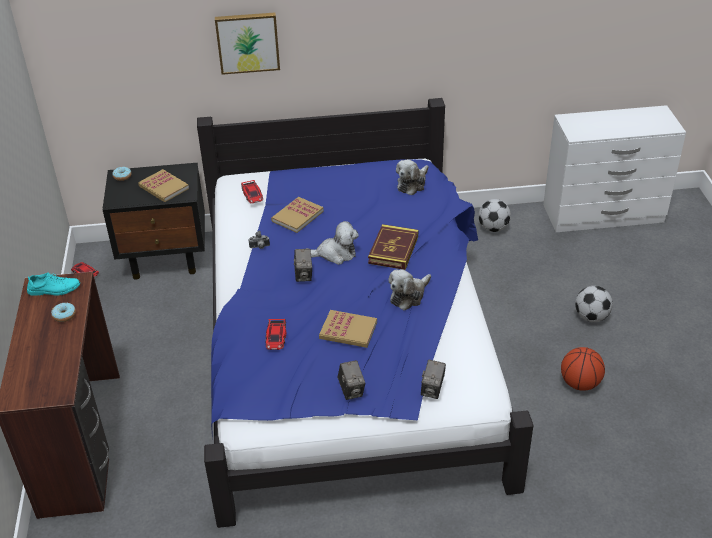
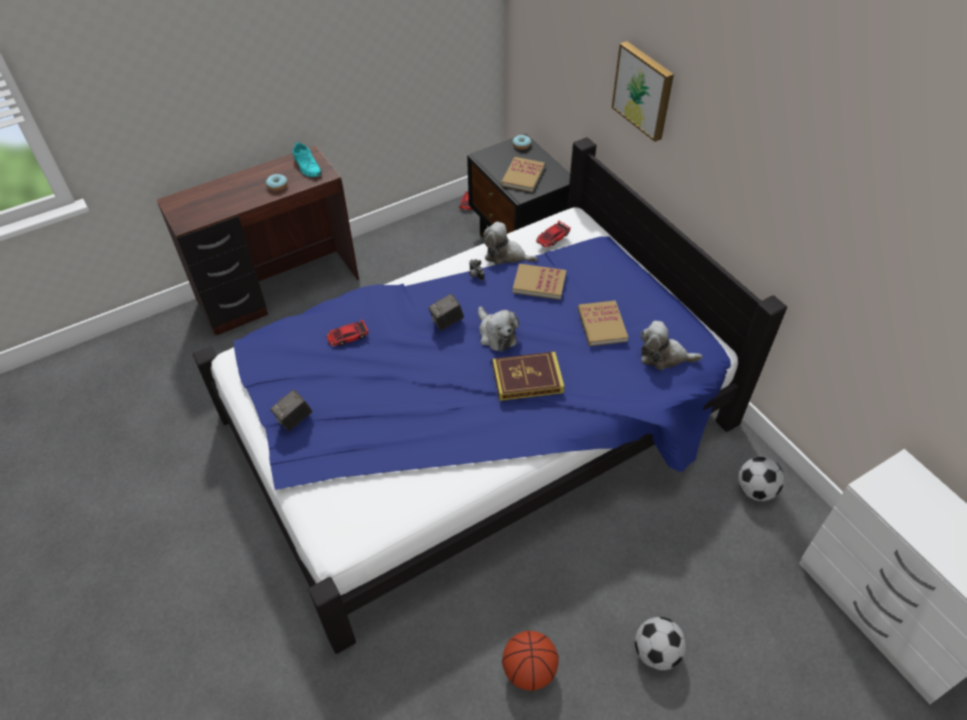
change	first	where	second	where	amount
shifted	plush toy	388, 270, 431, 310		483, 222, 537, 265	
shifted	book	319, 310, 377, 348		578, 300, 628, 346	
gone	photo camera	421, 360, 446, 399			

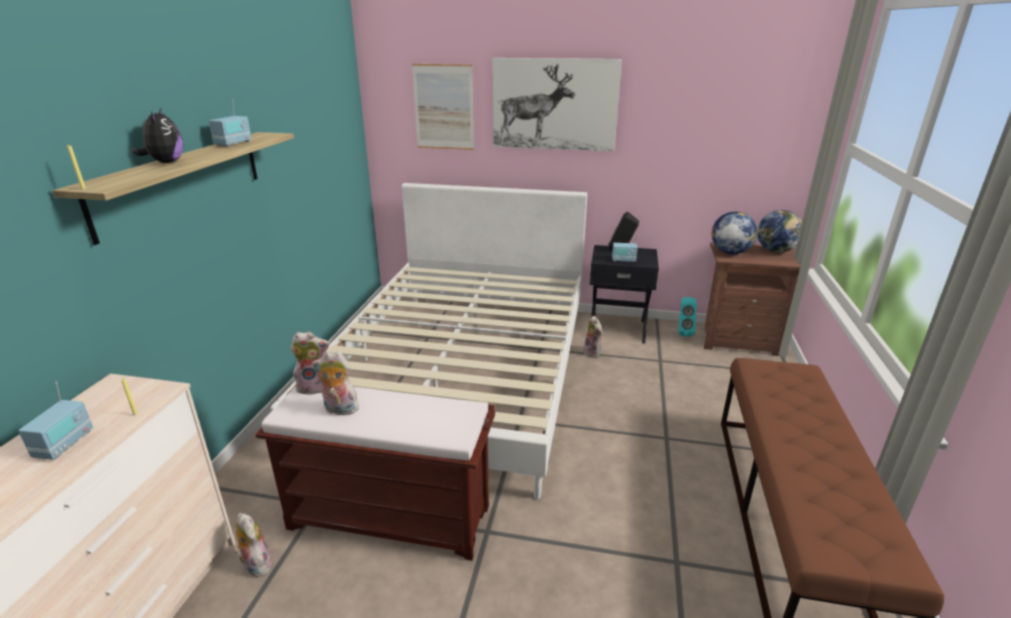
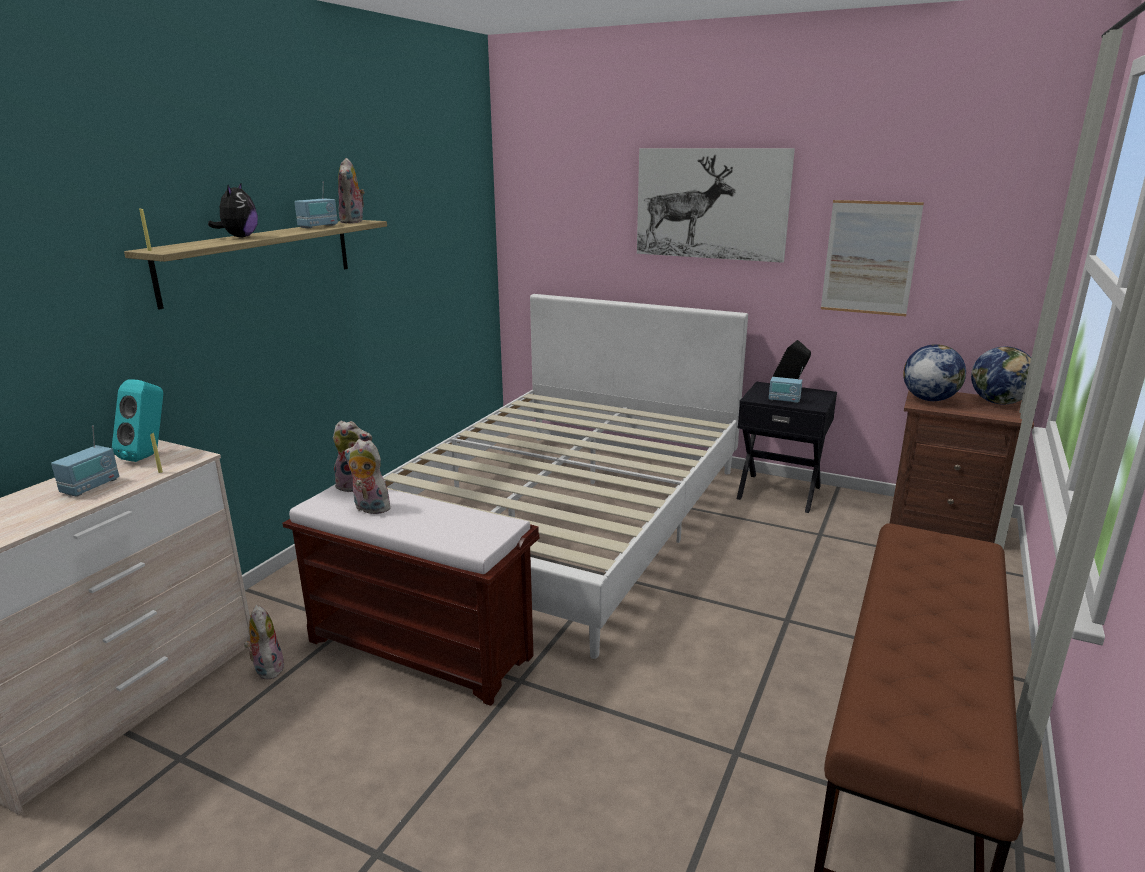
change	first	where	second	where	amount
shifted	picture	412, 64, 475, 150		821, 200, 924, 316	
shifted	speaker in turquoise	678, 297, 697, 337		112, 379, 163, 462	
shifted	plush toy	584, 316, 603, 358		338, 158, 365, 223	

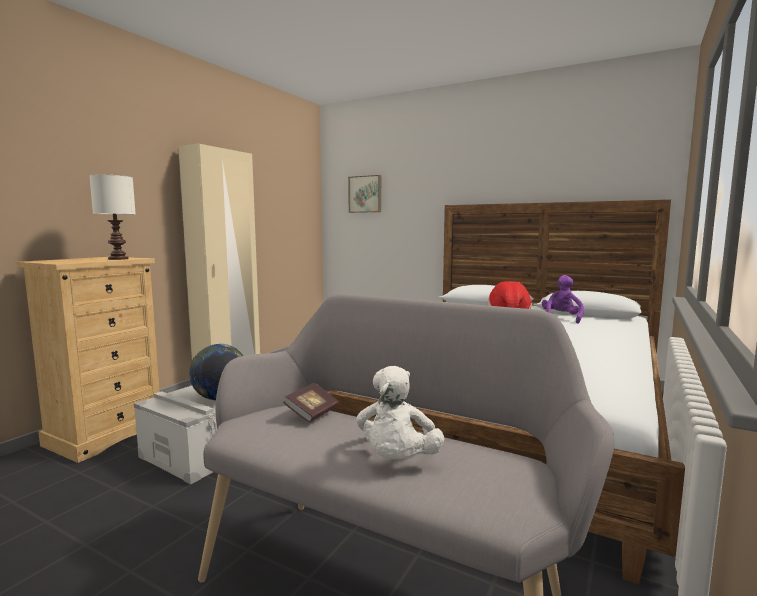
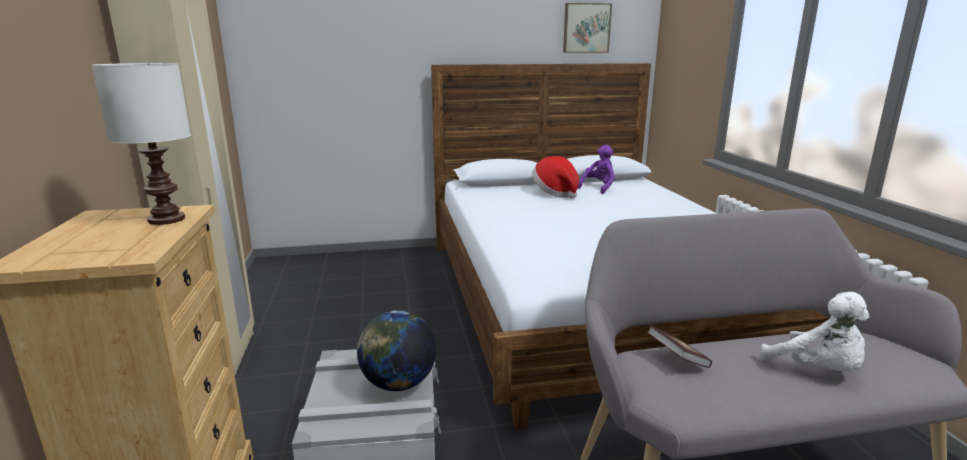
change	first	where	second	where	amount
shifted	picture	348, 175, 381, 213		563, 3, 612, 53	
rotated	plush toy in purple	542, 275, 584, 324		578, 145, 615, 194	60 degrees clockwise

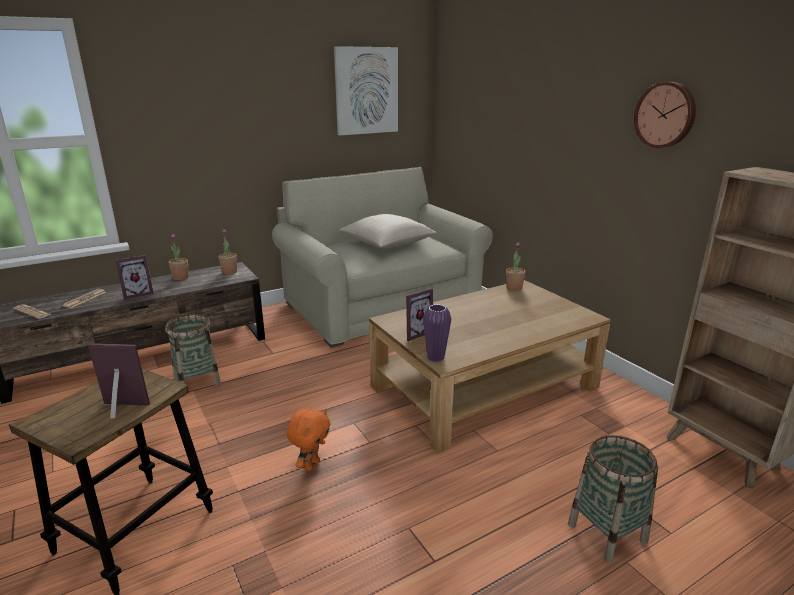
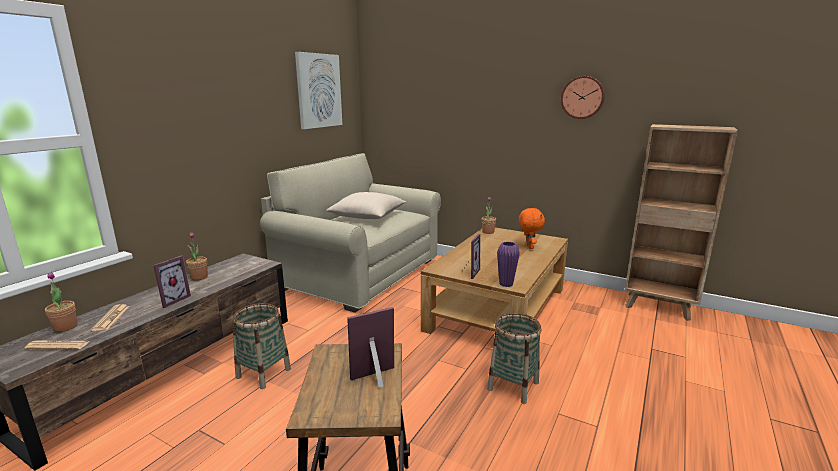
change	first	where	second	where	amount
shifted	potted plant	218, 229, 237, 275		45, 272, 77, 332	
shifted	plush toy in orange	286, 408, 330, 471		519, 208, 545, 249	
shifted	basket	568, 435, 658, 563		487, 313, 541, 404	

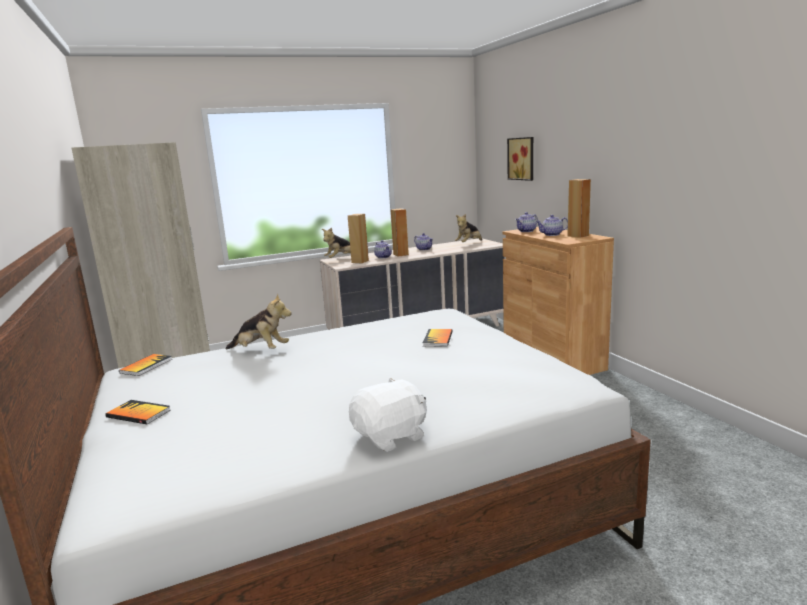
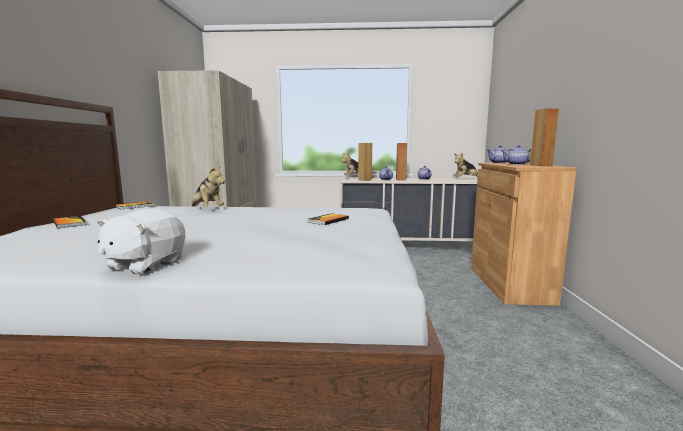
change	first	where	second	where	amount
gone	picture	507, 137, 533, 181			
rotated	plush toy in white	349, 378, 427, 452		98, 208, 185, 275	120 degrees clockwise

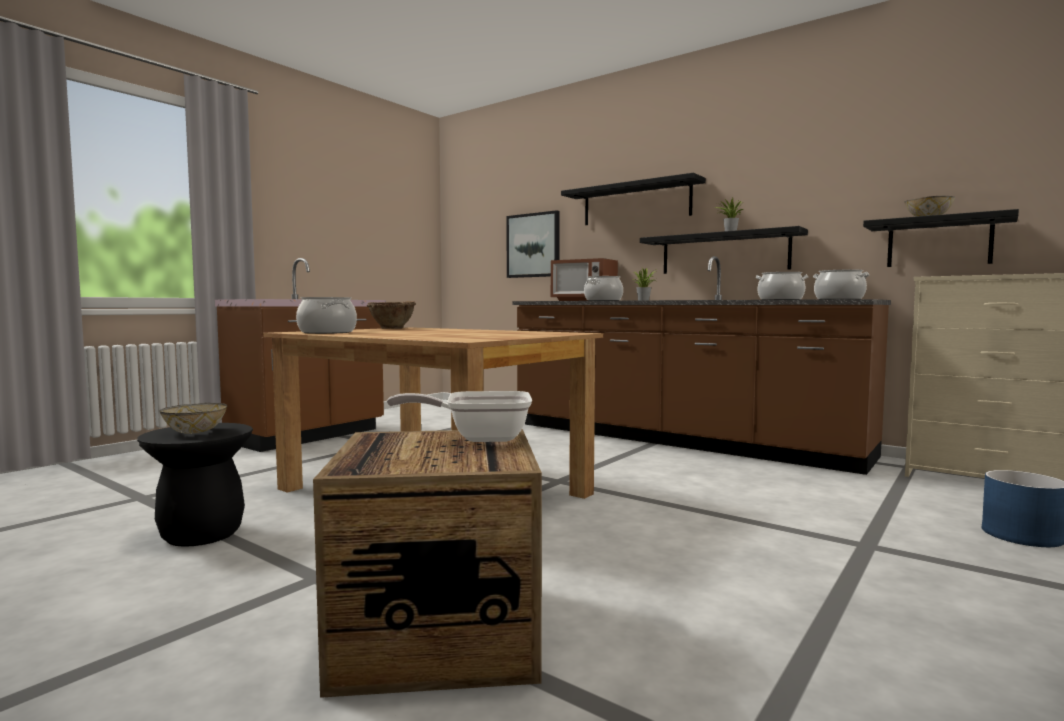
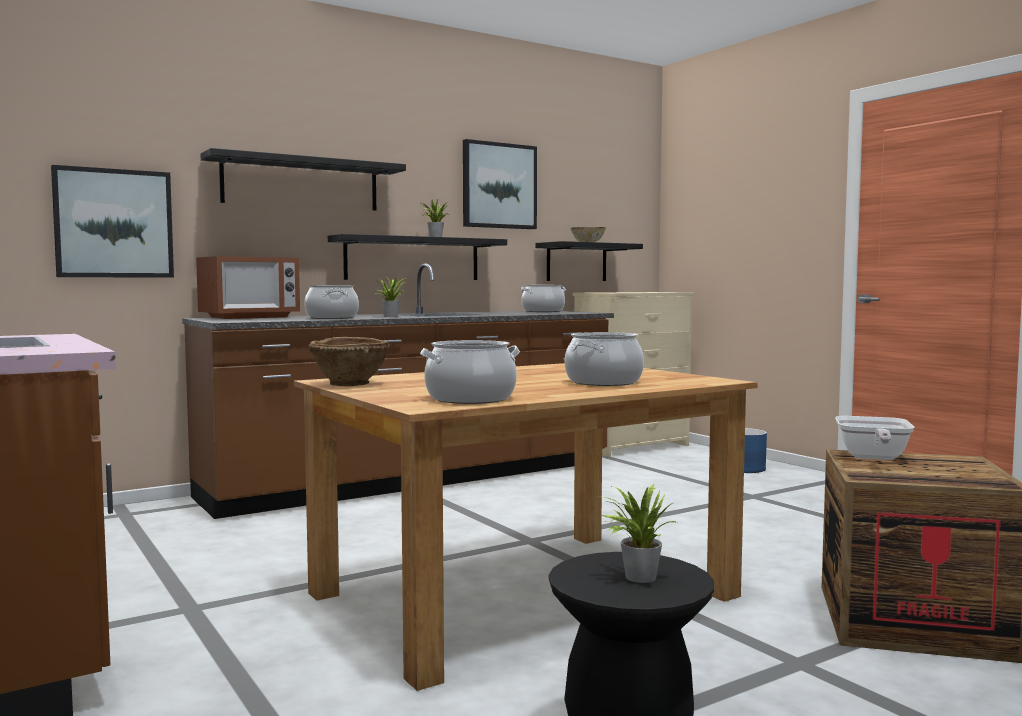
change	first	where	second	where	amount
shifted	cooking pot	756, 272, 808, 300		565, 332, 644, 386	
swapped	bowl	159, 403, 227, 434	potted plant	601, 484, 677, 583	
new			picture	463, 139, 537, 229	

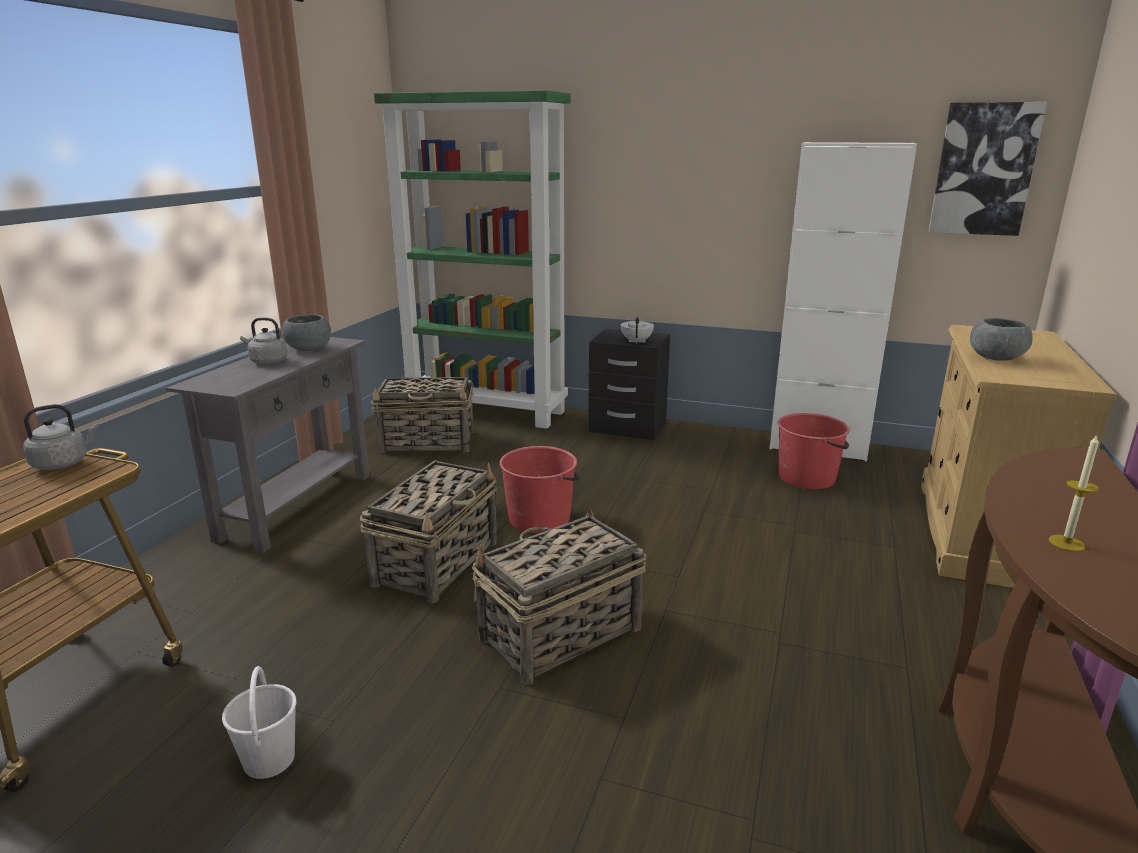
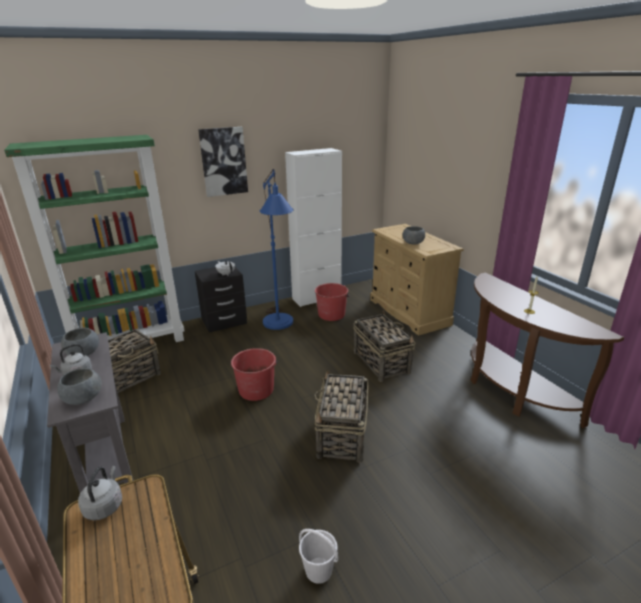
change	first	where	second	where	amount
shifted	picture	928, 102, 1047, 236		198, 127, 248, 197	
shifted	basket	360, 460, 497, 603		353, 310, 416, 382	
new			floor lamp in blue	260, 169, 294, 330	
new			bowl in grey	57, 368, 102, 405	

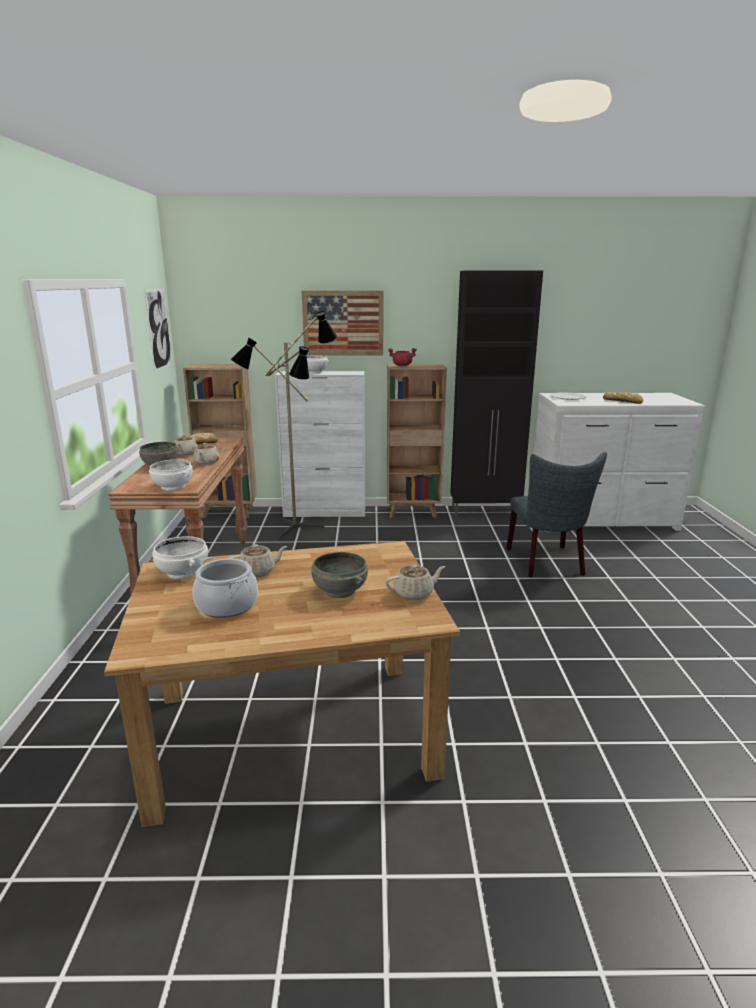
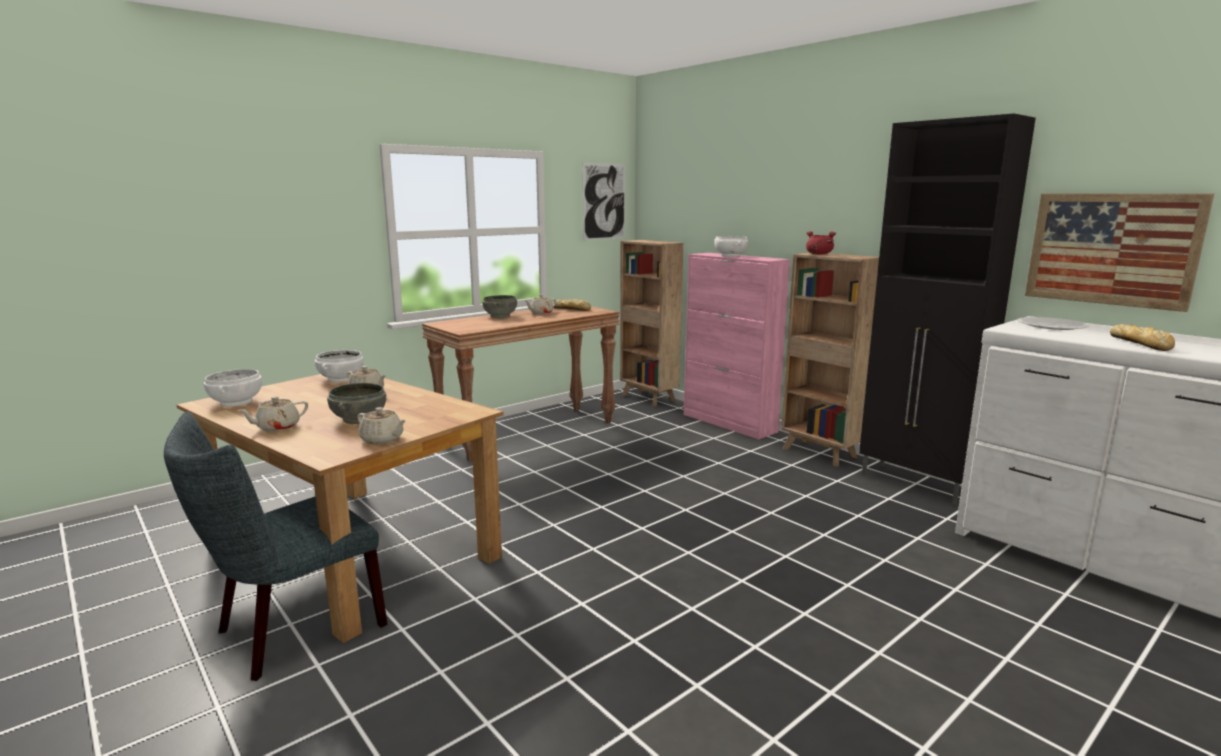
change	first	where	second	where	amount
shifted	picture	302, 291, 384, 356		1025, 193, 1214, 312	
gone	floor lamp	231, 311, 337, 539			
repainted	cabinet in white	275, 371, 365, 517	cabinet in pink	684, 253, 790, 439	
shifted	teapot in beige	193, 443, 220, 465		237, 396, 308, 432	
shifted	chair in grey	507, 452, 607, 578		164, 412, 388, 681	
shifted	bowl in white	149, 459, 193, 491		204, 369, 262, 407	
gone	cooking pot	193, 557, 258, 618			

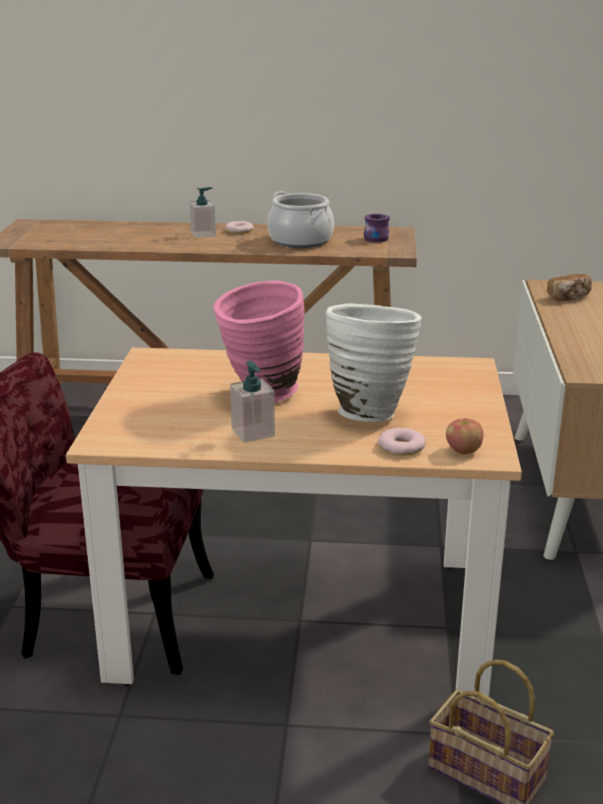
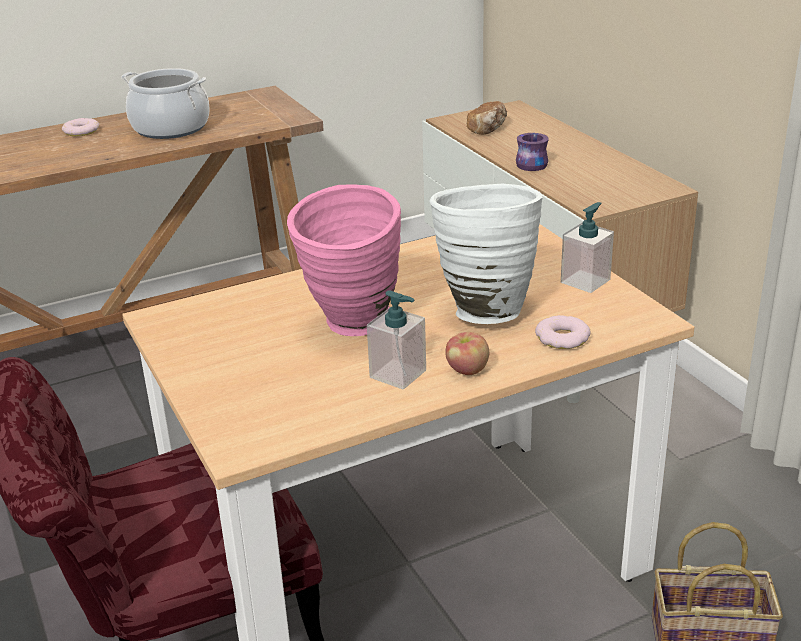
change	first	where	second	where	amount
shifted	soap dispenser	189, 187, 216, 238		561, 202, 614, 293	
shifted	mug in purple	364, 214, 390, 242		516, 133, 549, 171	
shifted	apple	446, 418, 483, 454		445, 332, 489, 375	

